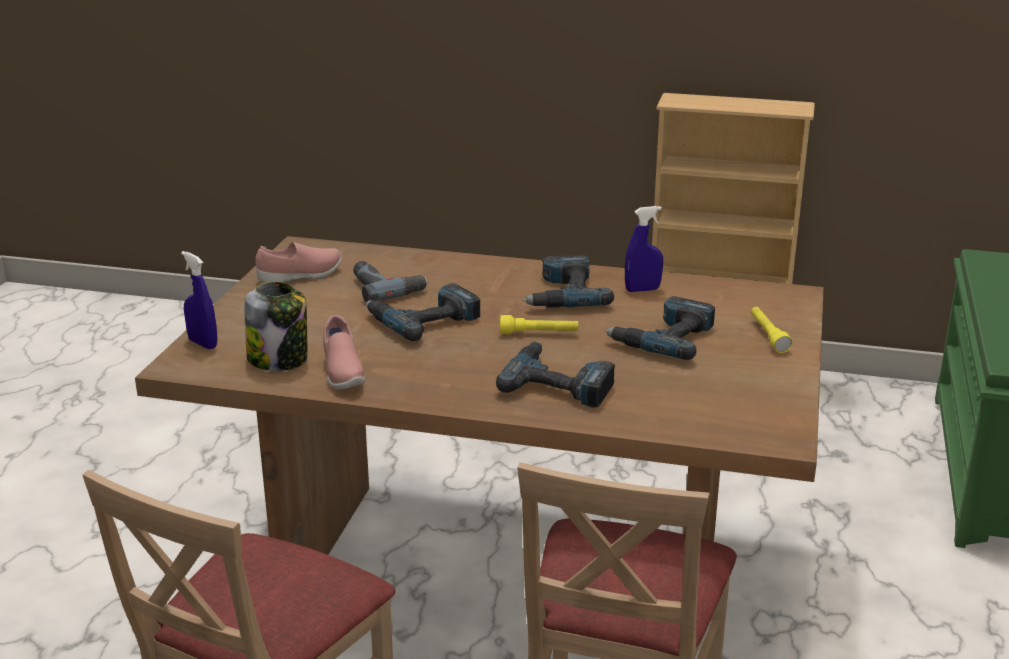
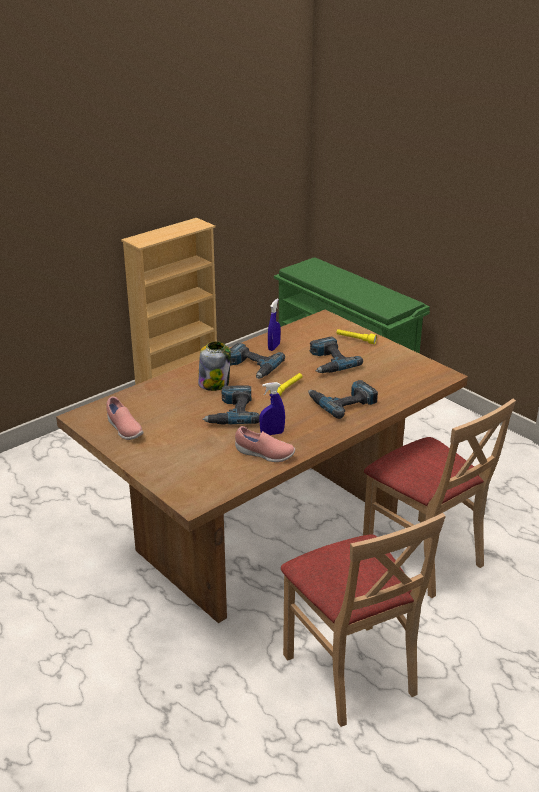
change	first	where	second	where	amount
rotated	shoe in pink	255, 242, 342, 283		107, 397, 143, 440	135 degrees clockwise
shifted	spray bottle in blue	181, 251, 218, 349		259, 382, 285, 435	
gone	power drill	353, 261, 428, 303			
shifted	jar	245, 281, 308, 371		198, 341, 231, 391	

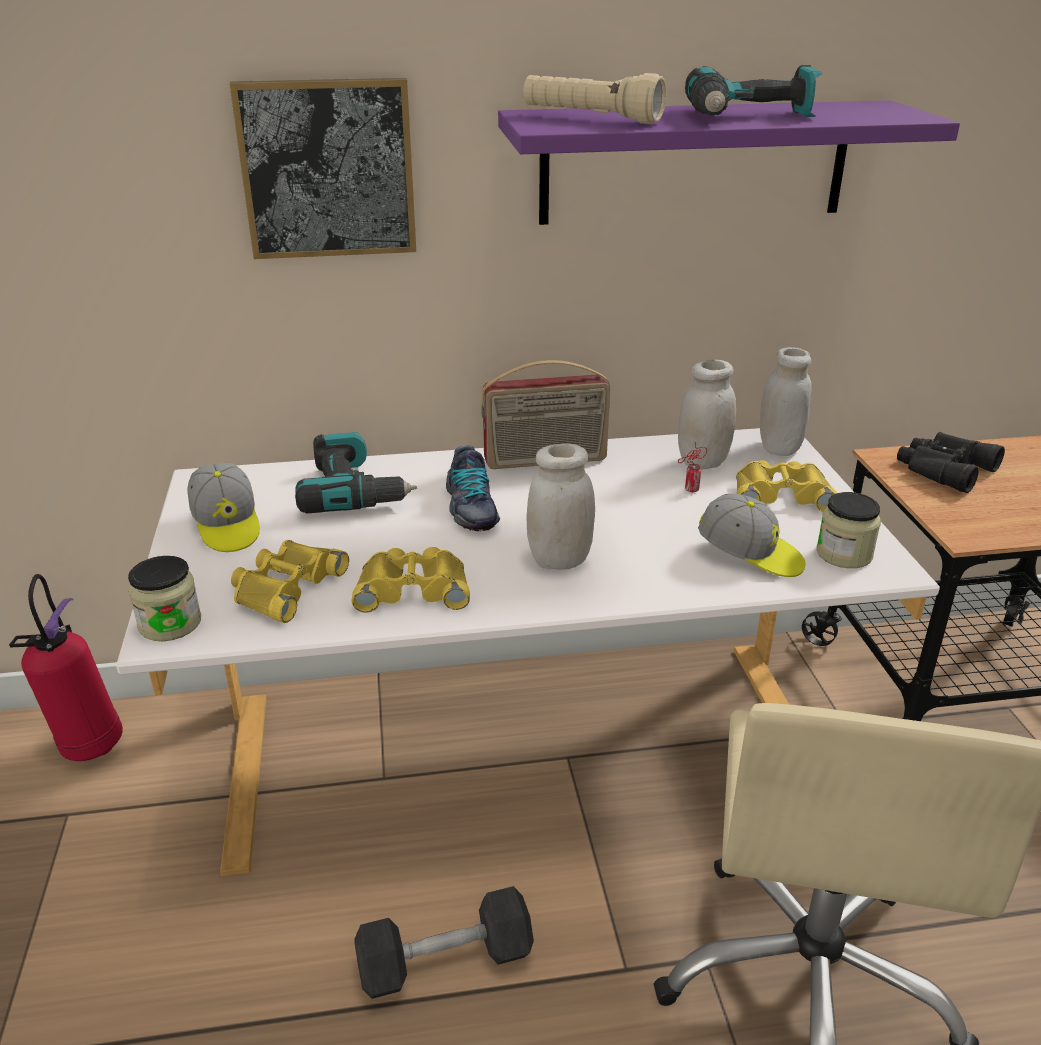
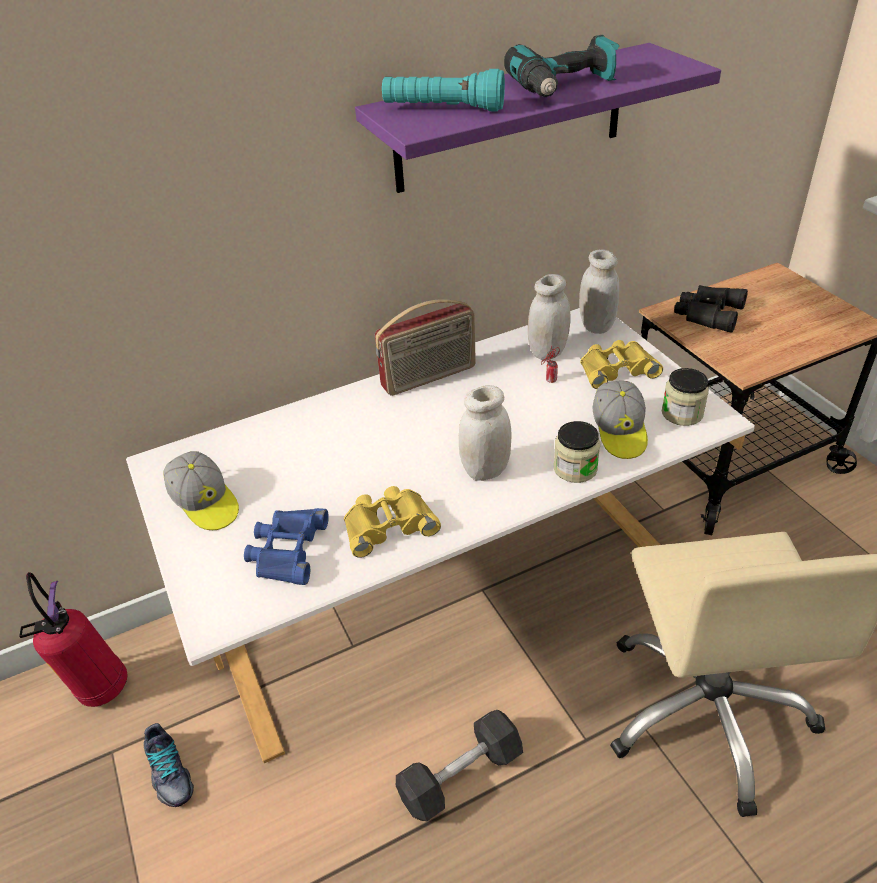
change	first	where	second	where	amount
repainted	flashlight in beige	523, 73, 666, 124	flashlight in turquoise	382, 69, 505, 111	
gone	picture	229, 78, 416, 259			
gone	power drill	295, 432, 417, 514			
shifted	shoe	446, 445, 500, 531		144, 723, 194, 807	
rotated	cap	698, 493, 806, 577		592, 381, 648, 459	75 degrees clockwise
repainted	binoculars in yellow	231, 540, 349, 623	binoculars in blue	244, 508, 329, 585	
shifted	jar	128, 556, 201, 641		554, 421, 600, 483	

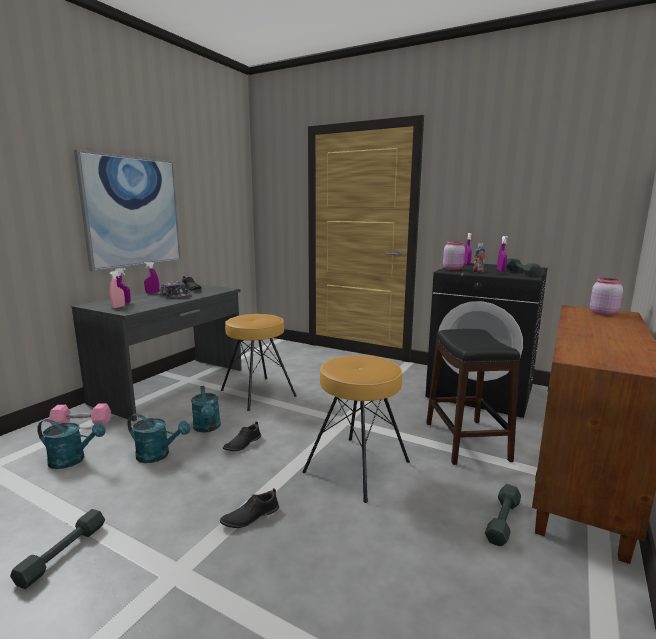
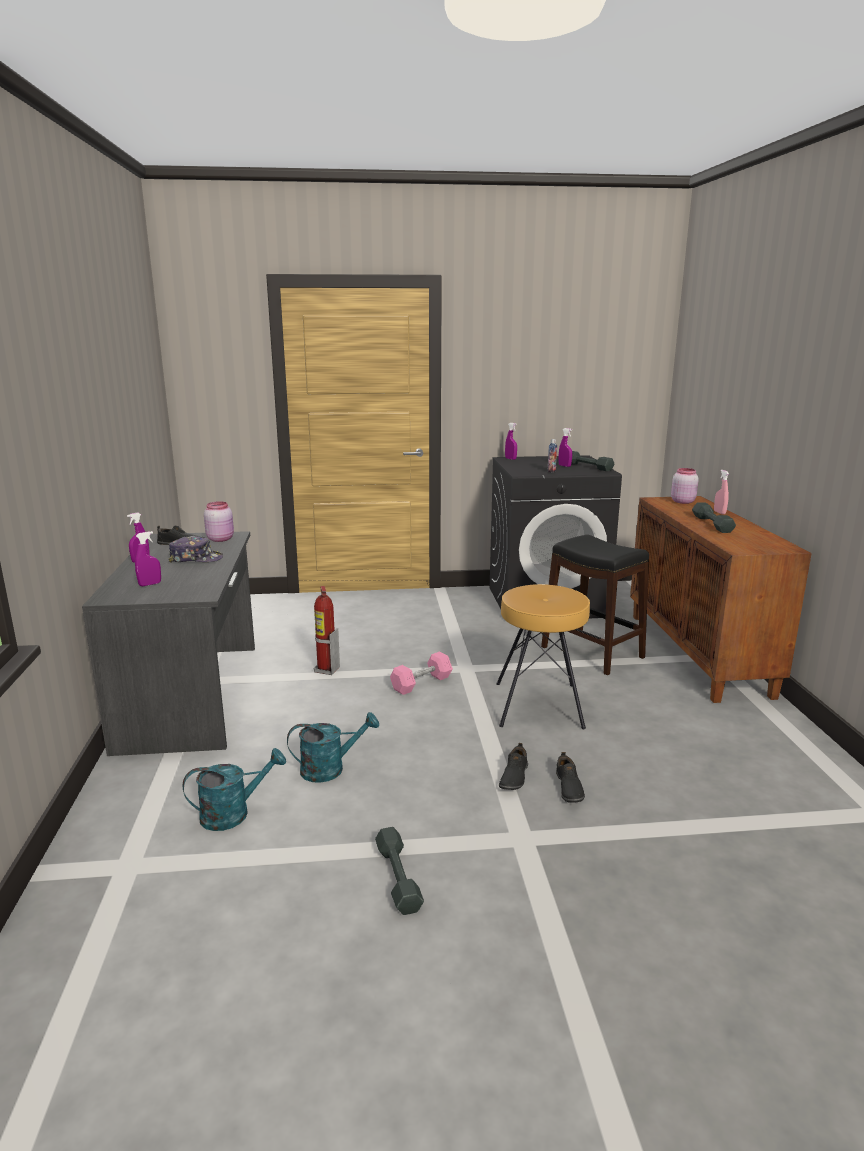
change	first	where	second	where	amount
gone	picture	74, 150, 181, 272			
shifted	jar in pink	443, 241, 465, 270		204, 501, 234, 542	
shifted	spray bottle in pink	109, 271, 125, 308		714, 470, 729, 514	
swapped	stool in brown	221, 314, 297, 411	fire extinguisher	314, 586, 340, 675	
gone	watering can in turquoise	191, 386, 221, 432			
shifted	dumbbell in pink	49, 403, 111, 427		390, 652, 453, 695	
shifted	shoe in black	223, 421, 261, 451		556, 752, 585, 803	
shifted	dumbbell in grey	485, 484, 521, 546		692, 502, 736, 533	

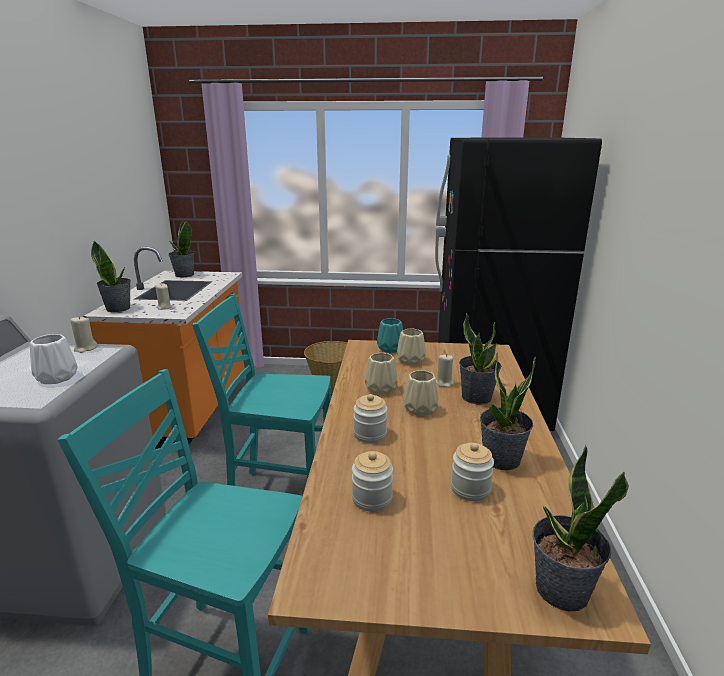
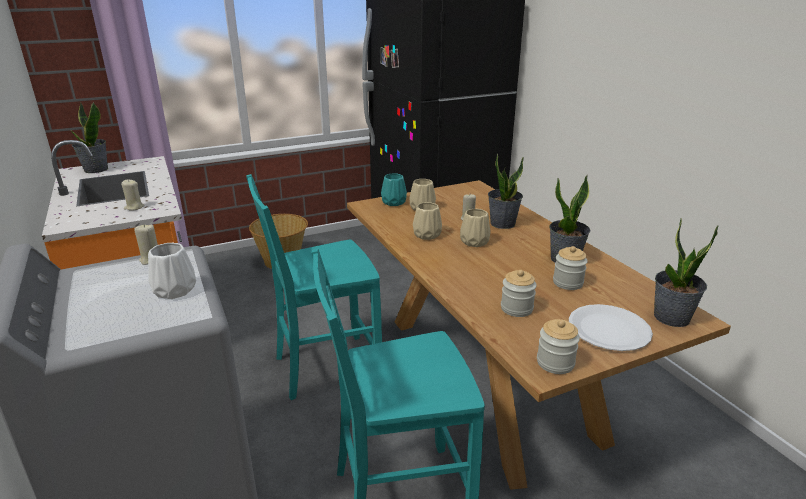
change	first	where	second	where	amount
gone	potted plant	91, 241, 131, 312			
shifted	jar	353, 394, 387, 443		537, 319, 580, 374	
new			plate in white	569, 304, 653, 351	

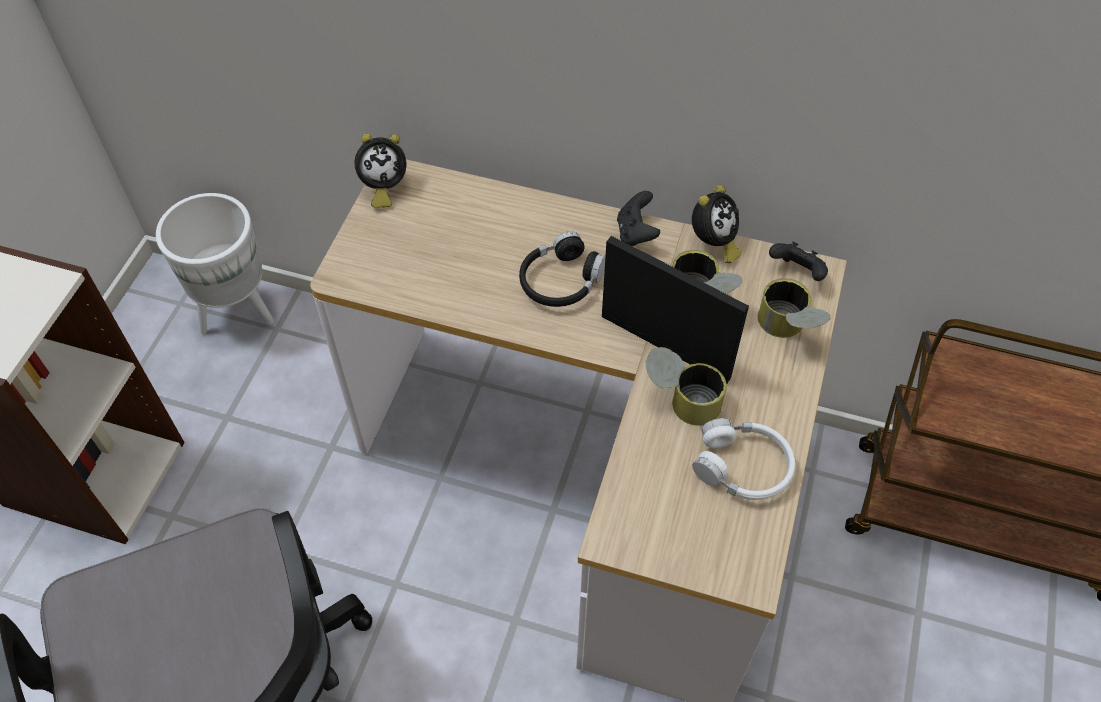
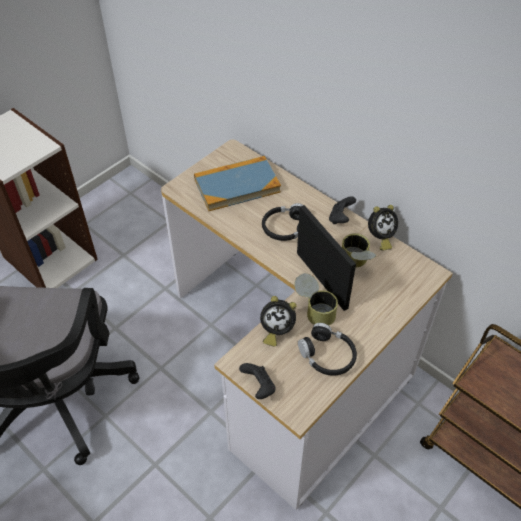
change	first	where	second	where	amount
shifted	alarm clock	354, 133, 406, 207		260, 296, 297, 346	
gone	planter in white	156, 193, 274, 334			
shifted	game controller in black	769, 242, 828, 281		239, 363, 276, 399	
gone	can	758, 278, 831, 338			
repainted	headphones in white	692, 418, 796, 500	headphones in black	298, 323, 357, 376	
new			book	194, 156, 281, 211	

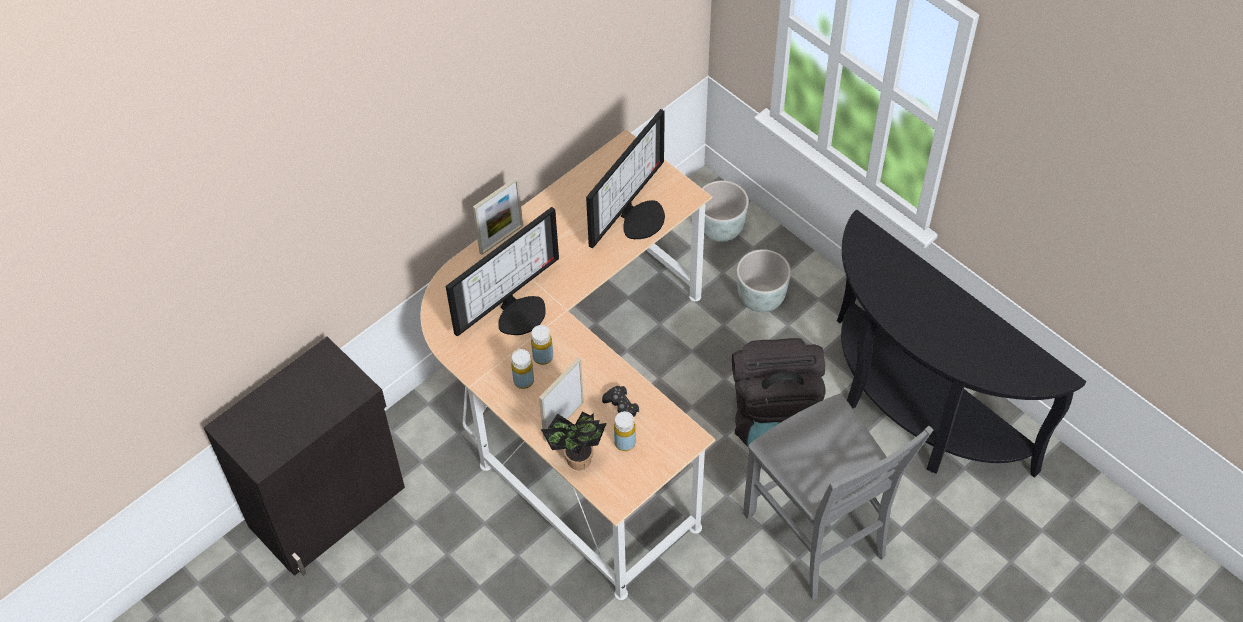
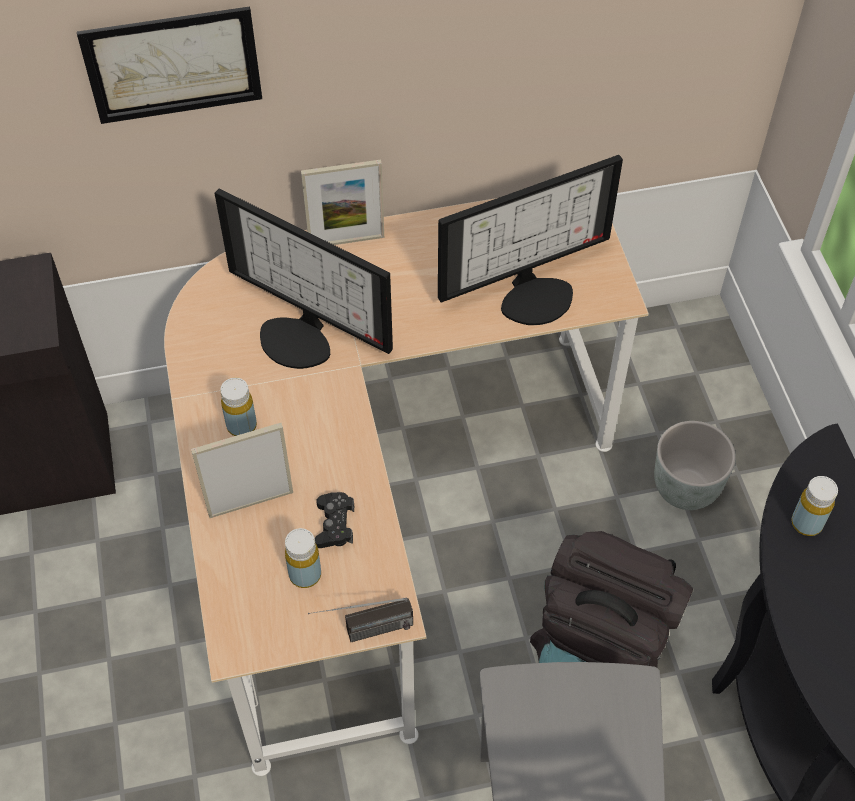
change	first	where	second	where	amount
gone	planter in grey	702, 180, 749, 242			
rotated	monitor	446, 207, 559, 336		215, 189, 393, 369	45 degrees clockwise
shifted	bottle in yellow	531, 325, 553, 365		791, 476, 838, 536	
gone	potted plant	541, 411, 607, 470			
new			picture	77, 6, 262, 124	
new			radio	308, 598, 413, 642	

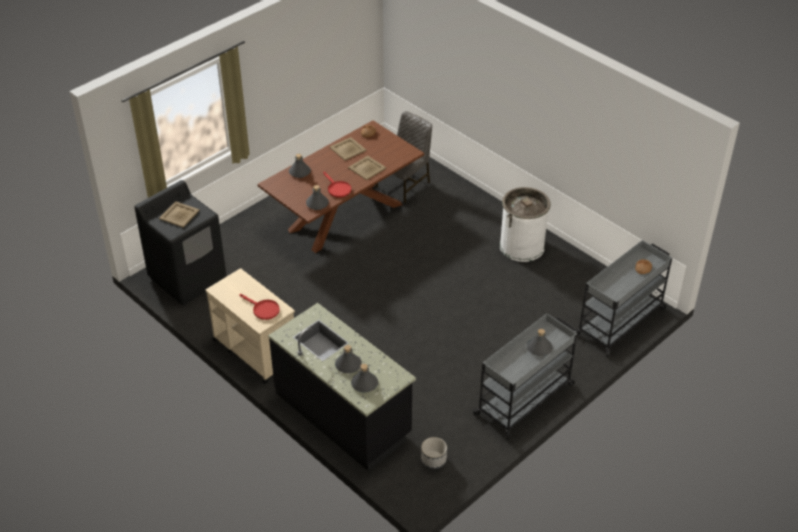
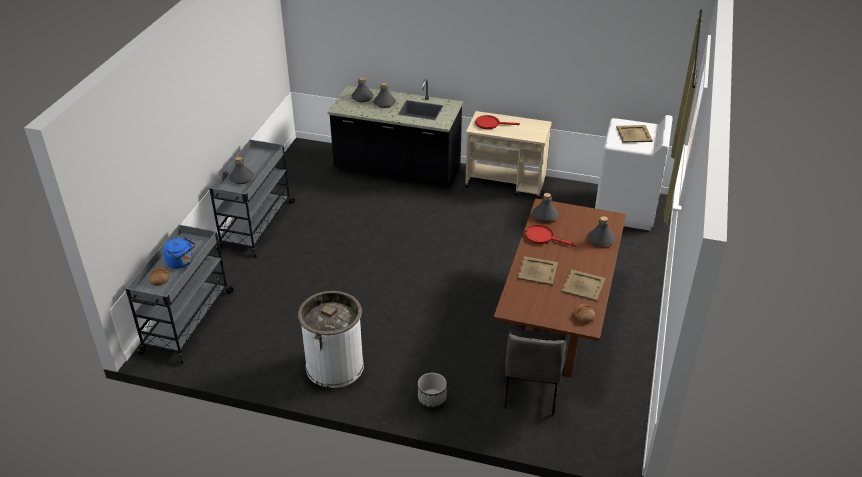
change	first	where	second	where	amount
repainted	washing machine in black	134, 180, 226, 305	washing machine in white	595, 115, 673, 231	
shifted	planter	421, 437, 447, 469		418, 373, 447, 408	
new			kettle in blue	163, 237, 195, 268	

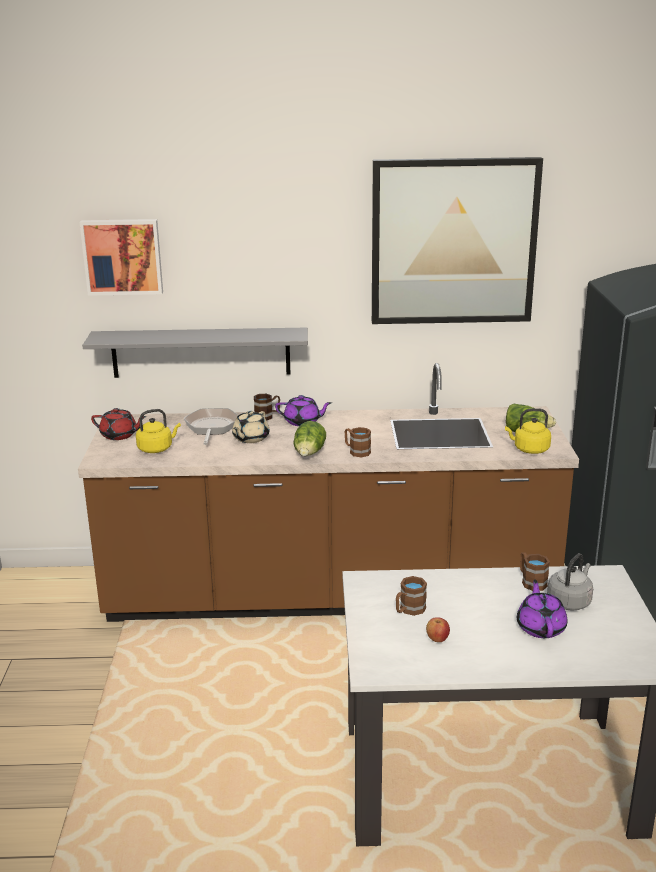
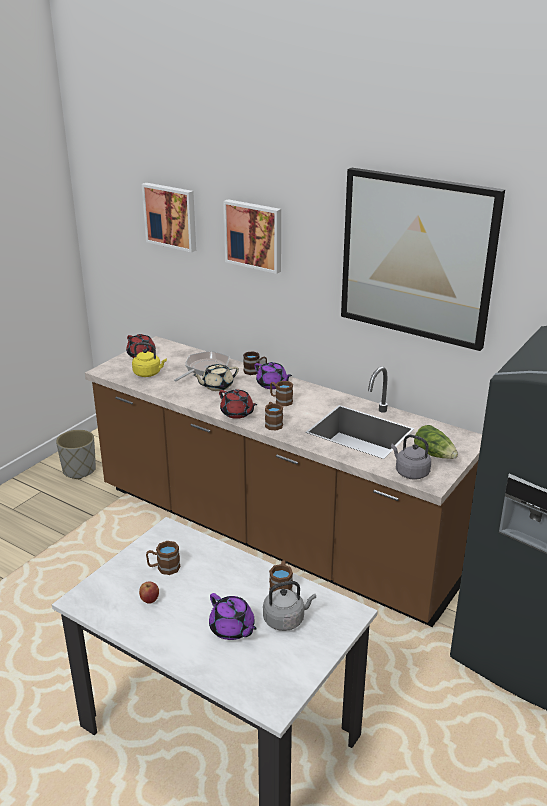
change	first	where	second	where	amount
gone	shelf in grey	82, 328, 308, 378			
repainted	kettle in yellow	505, 408, 551, 454	kettle in grey	391, 435, 431, 480	
swapped	lettuce	293, 421, 326, 456	teapot in red	219, 389, 257, 419	
rotated	teapot in purple	517, 579, 567, 638		209, 593, 257, 640	105 degrees clockwise
new			picture	223, 199, 281, 274	
new			mug in brown	270, 381, 293, 406	
new			planter in grey	56, 430, 96, 479	

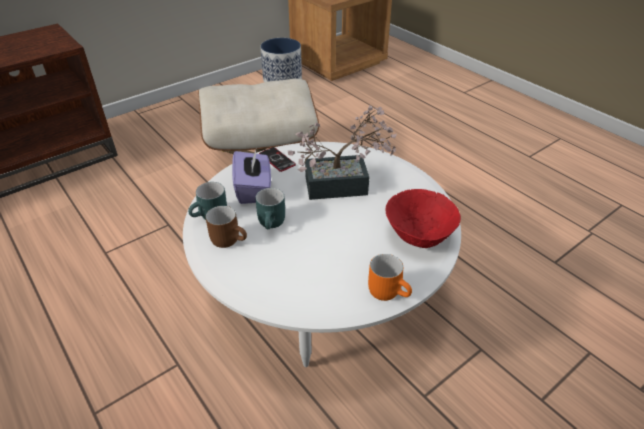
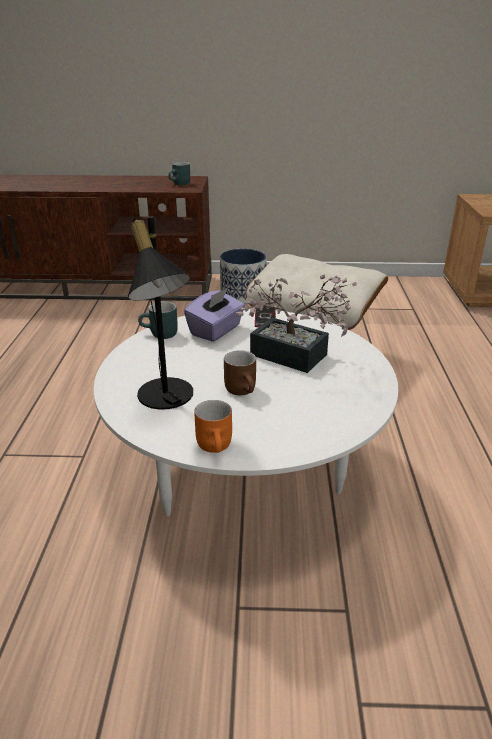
change	first	where	second	where	amount
shifted	planter	260, 38, 302, 82		220, 249, 267, 304	
shifted	mug in turquoise	255, 188, 285, 229		168, 162, 190, 185	
gone	bowl in red	386, 189, 461, 248			
shifted	mug in brown	206, 206, 247, 248		224, 350, 256, 395	
new			table lamp in black	128, 216, 193, 410	

